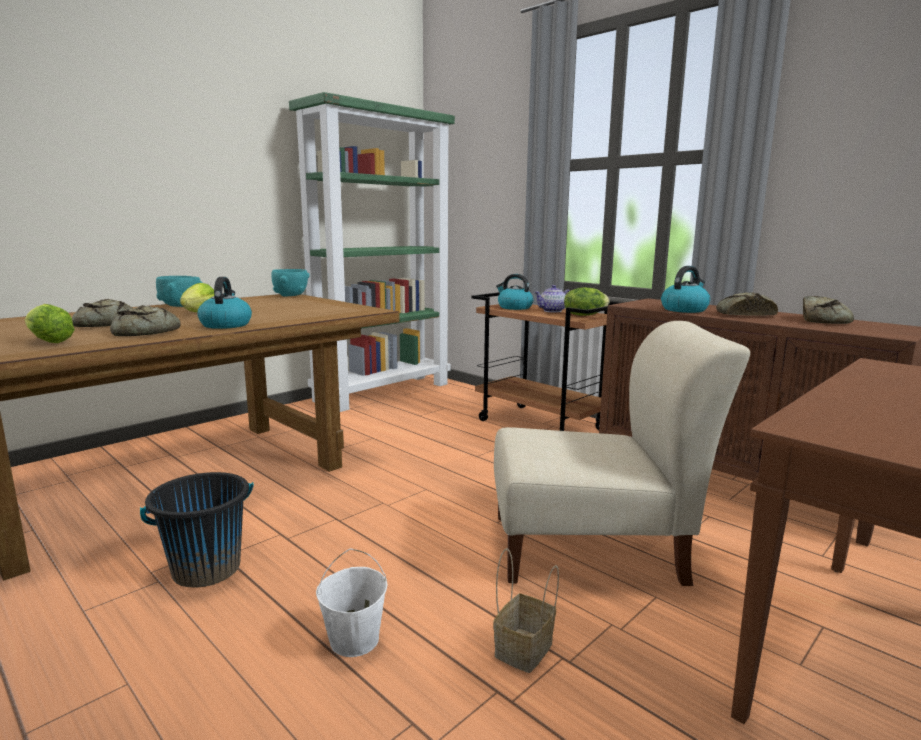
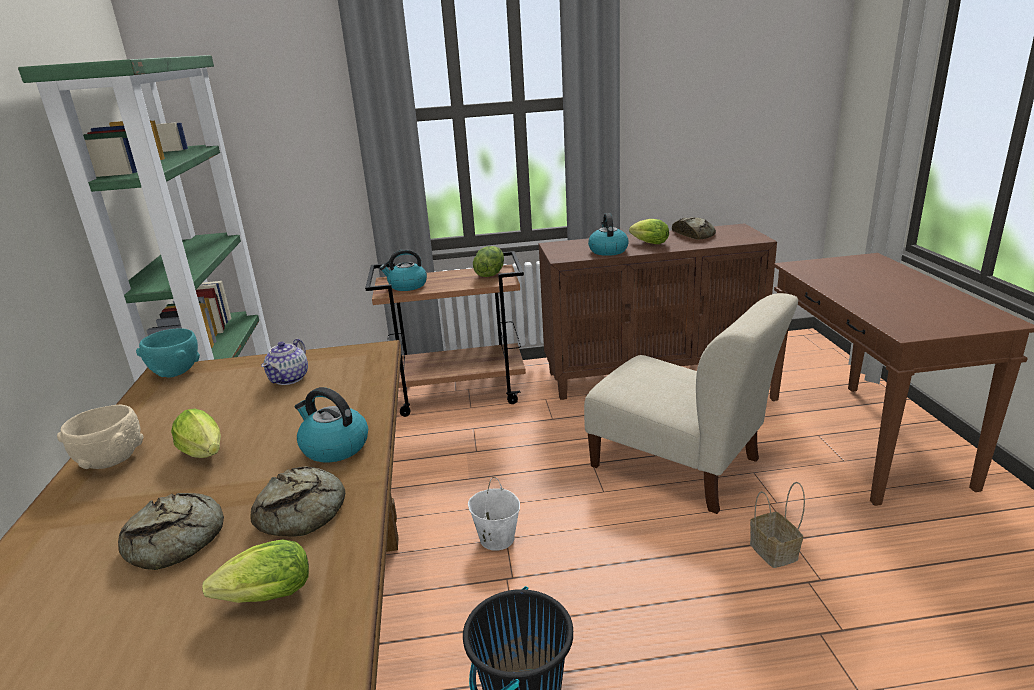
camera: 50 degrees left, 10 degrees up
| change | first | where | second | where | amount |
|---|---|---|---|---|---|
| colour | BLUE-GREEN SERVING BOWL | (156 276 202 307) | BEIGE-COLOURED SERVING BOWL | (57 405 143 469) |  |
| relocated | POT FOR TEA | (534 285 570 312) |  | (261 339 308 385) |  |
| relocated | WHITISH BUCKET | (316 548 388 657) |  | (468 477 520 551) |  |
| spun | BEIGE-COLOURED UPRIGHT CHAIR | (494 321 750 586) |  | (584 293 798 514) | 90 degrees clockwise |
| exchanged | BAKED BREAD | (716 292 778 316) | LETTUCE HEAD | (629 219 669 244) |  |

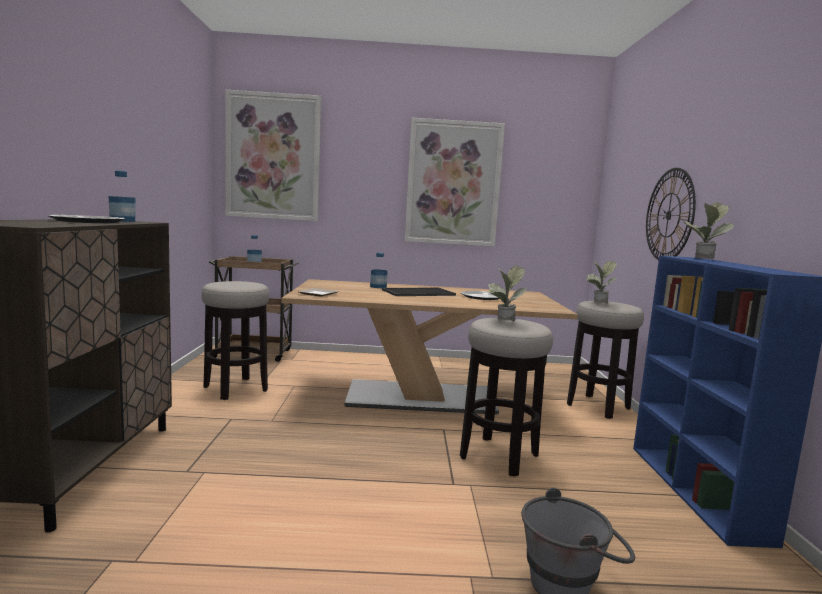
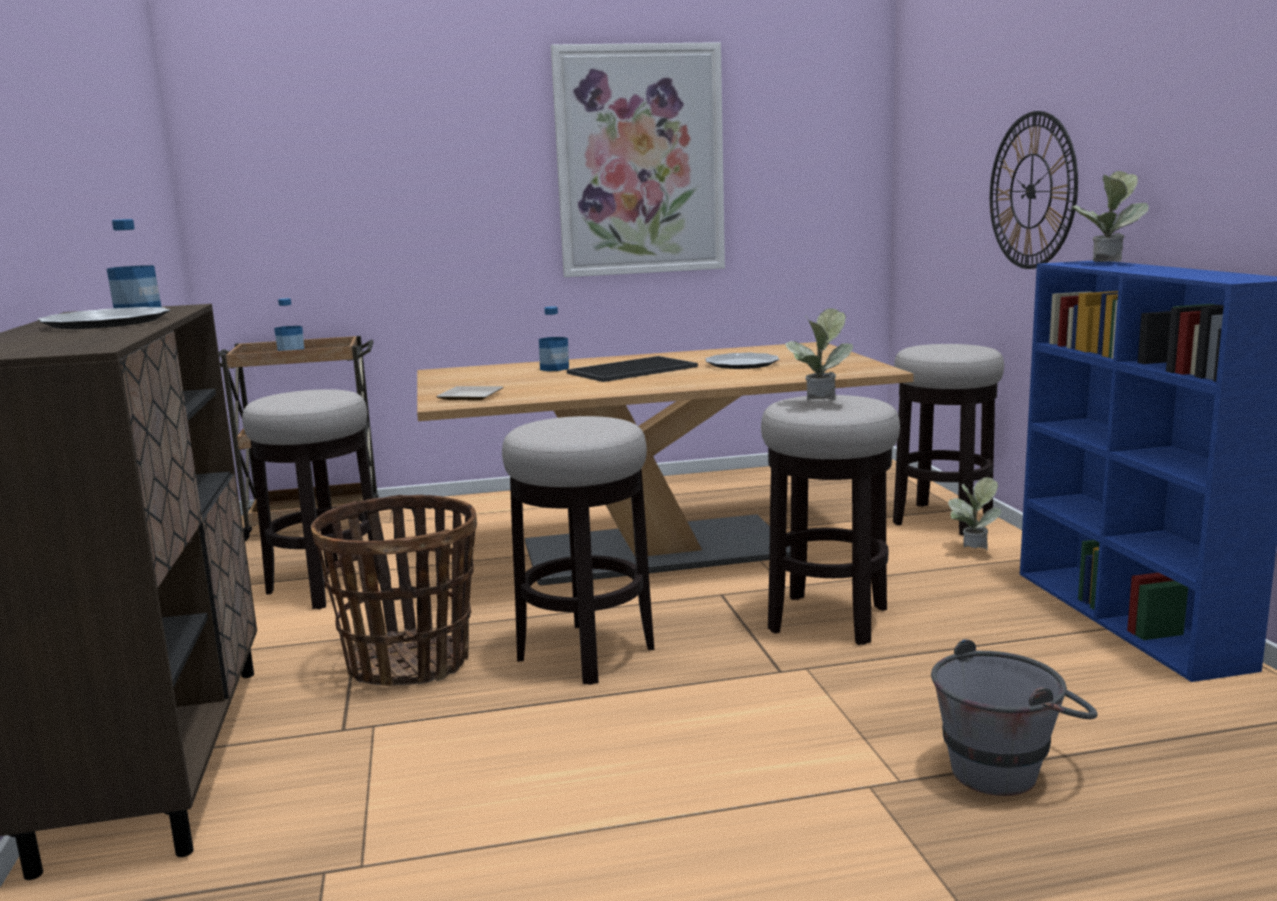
camera: 10 degrees left, 5 degrees up
| change | first | where | second | where | amount |
|---|---|---|---|---|---|
| appeared |  |  | BASKET | (311 495 477 686) |  |
| appeared |  |  | STOOL SEAT | (502 416 654 685) |  |
| relocated | POTTED PLANT | (587 261 617 304) |  | (948 477 1001 550) |  |
| missing | WALL PICTURE | (225 90 321 221) |  |  |  |

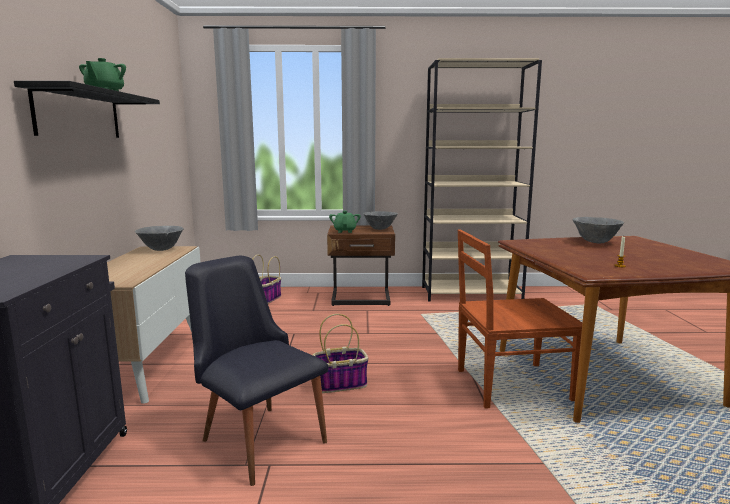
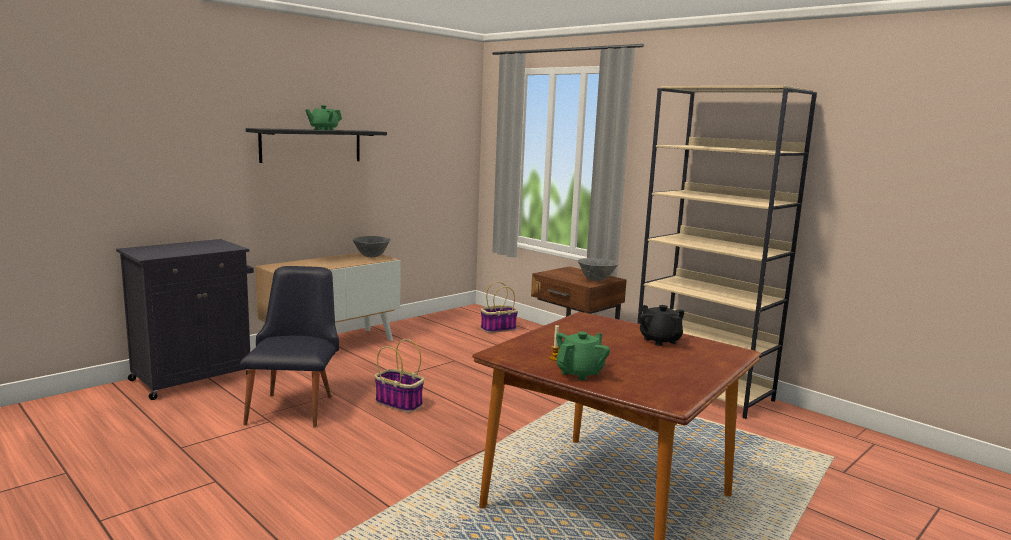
camera: 45 degrees right, 0 degrees up
| change | first | where | second | where | amount |
|---|---|---|---|---|---|
| relocated | GREEN-COLOURED POT FOR TEA | (329 211 361 233) |  | (556 331 610 380) |  |
| exchanged | GREY SERVING BOWL | (572 217 624 244) | BLACK POT FOR TEA | (640 305 684 346) |  |
| missing | BROWN-COLOURED UPRIGHT CHAIR | (458 229 582 409) |  |  |  |

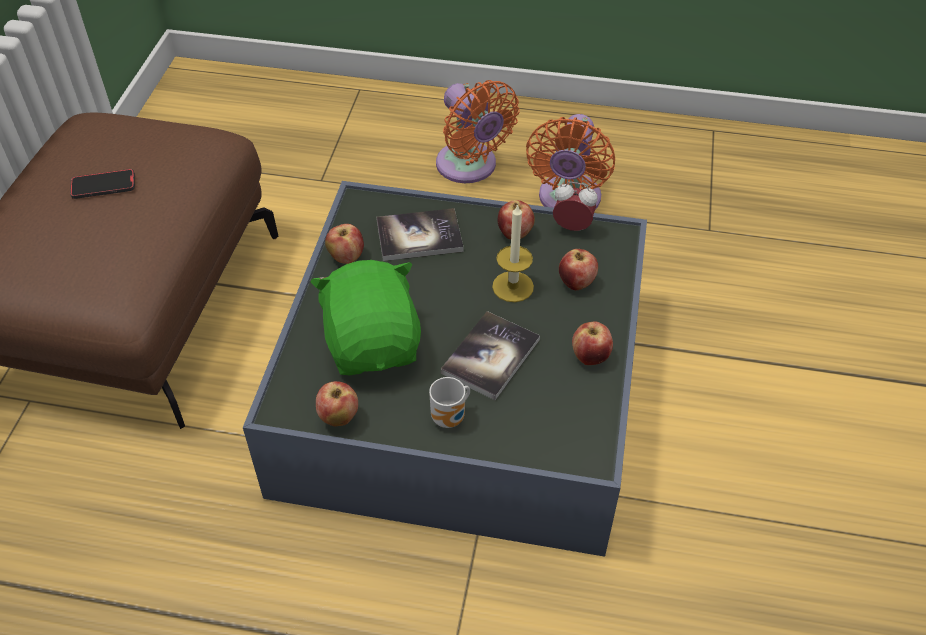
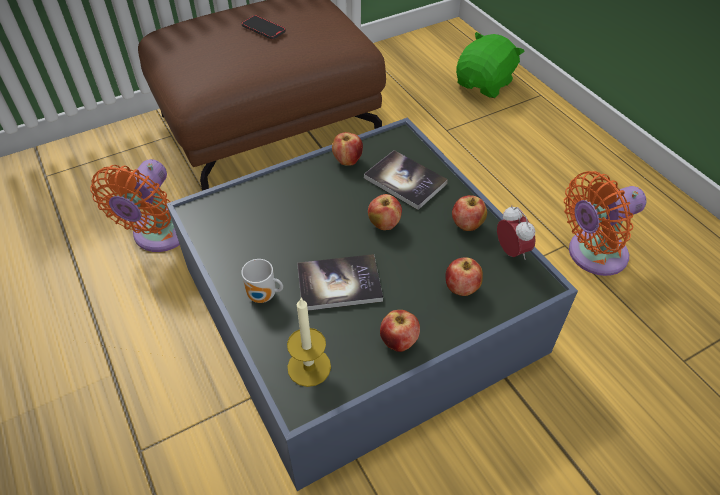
camera: 50 degrees right, 0 degrees up
| change | first | where | second | where | amount |
|---|---|---|---|---|---|
| relocated | ORANGE-COLOURED FAN | (436 80 520 183) |  | (90 159 180 252) |  |
| relocated | CANDLE | (492 204 534 302) |  | (287 298 331 387) |  |
| relocated | WHOLE APPLE | (316 381 358 426) |  | (368 194 402 230) |  |
| relocated | GREEN-COLOURED PLUSH TOY | (310 260 421 375) |  | (456 32 525 98) |  |

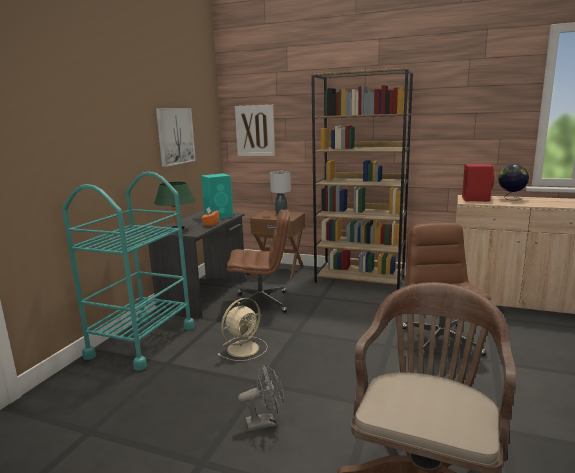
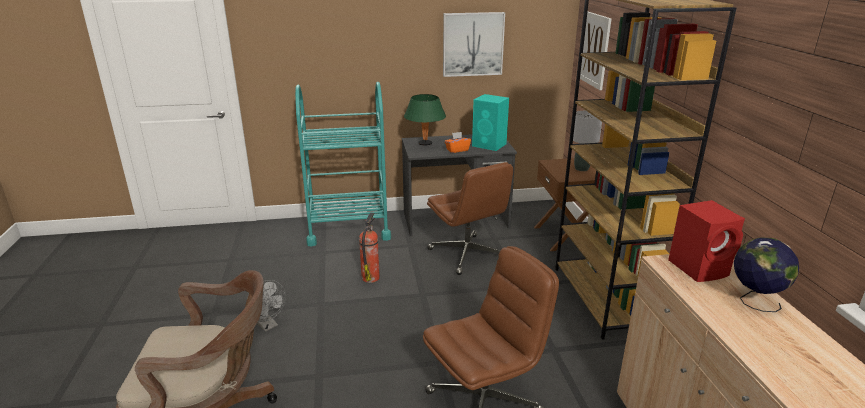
camera: 60 degrees right, 10 degrees up
| change | first | where | second | where | amount |
|---|---|---|---|---|---|
| exchanged | BEIGE-COLOURED FAN | (218 298 268 361) | EXTINGUISHER | (359 213 380 283) |  |

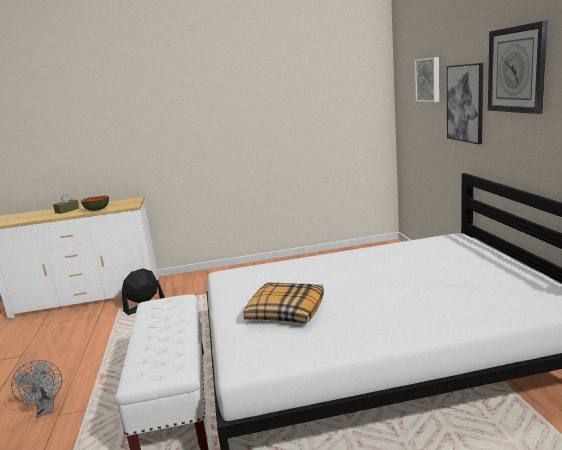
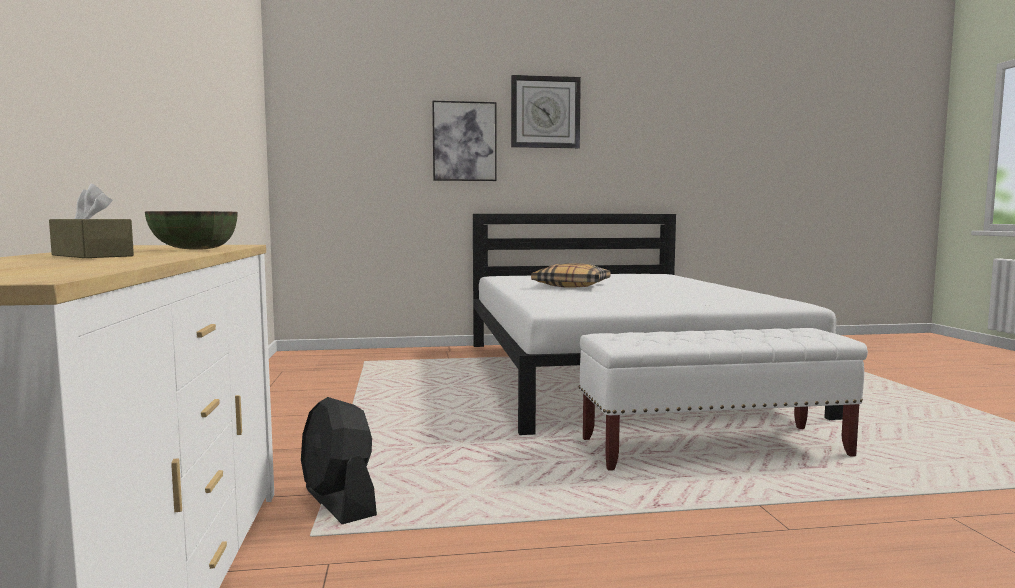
camera: 90 degrees left, 10 degrees down
| change | first | where | second | where | amount |
|---|---|---|---|---|---|
| relocated | THROW PILLOW | (243 282 324 324) |  | (531 263 610 288) |  |
| missing | GREY FAN | (11 360 62 417) |  |  |  |
| missing | WALL PICTURE | (415 57 439 103) |  |  |  |

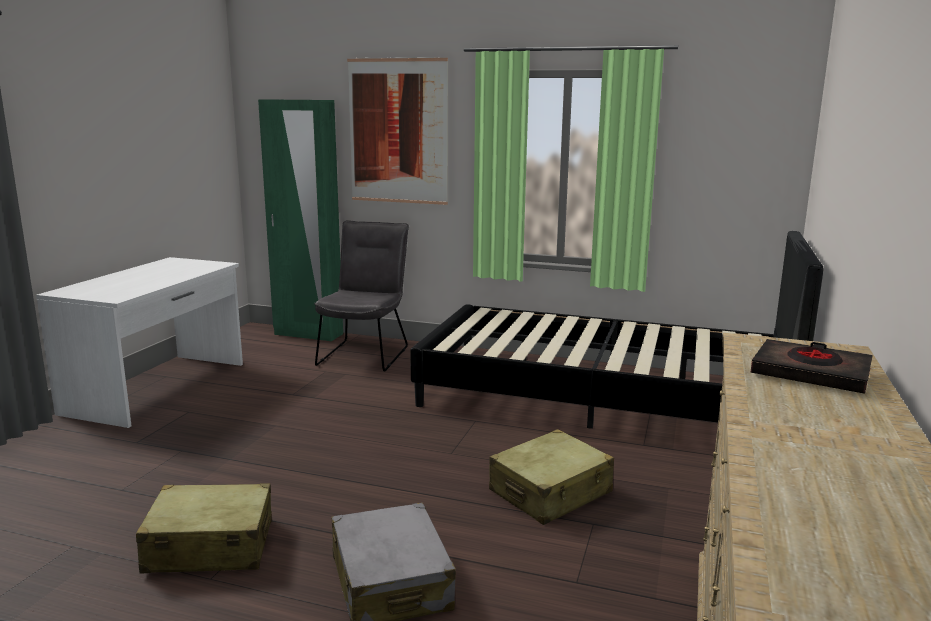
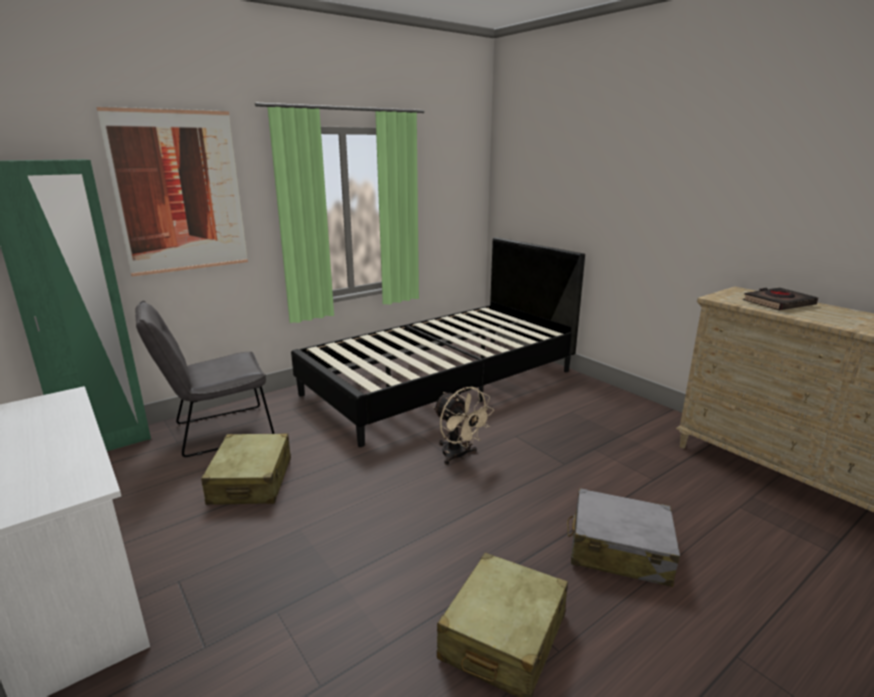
camera: 55 degrees left, 5 degrees up
| change | first | where | second | where | amount |
|---|---|---|---|---|---|
| spun | GREY UPRIGHT CHAIR | (314 220 409 372) |  | (135 301 274 457) | 75 degrees counterclockwise |
| relocated | BEIGE-COLOURED PIECE OF LUGGAGE | (489 429 614 525) |  | (201 433 291 505) |  |
| appeared |  |  | BEIGE-COLOURED FAN | (433 387 494 465) |  |

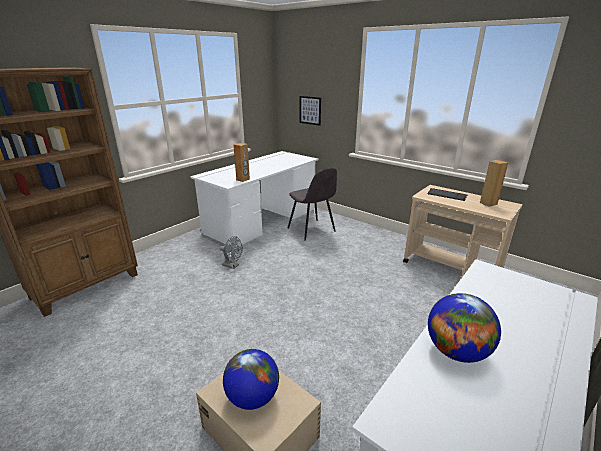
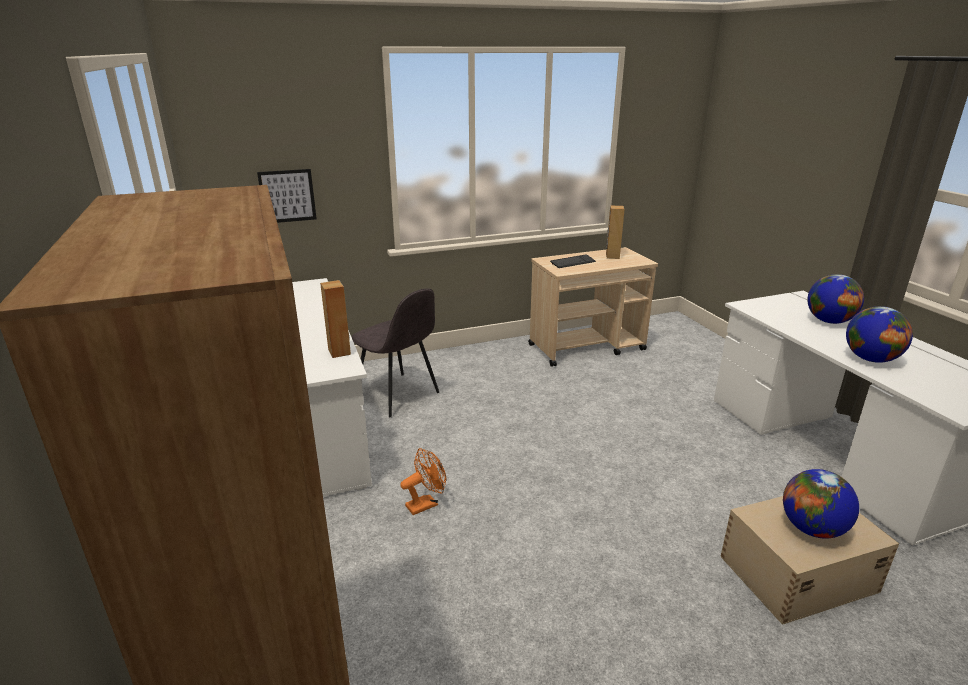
camera: 60 degrees left, 0 degrees up
| change | first | where | second | where | amount |
|---|---|---|---|---|---|
| spun | GREY UPRIGHT CHAIR | (288 168 337 241) |  | (352 288 439 417) | 45 degrees clockwise |
| colour | GREY FAN | (219 236 243 269) | ORANGE-COLOURED FAN | (400 448 447 515) |  |
| appeared |  |  | WORLD GLOBE | (807 274 864 324) |  |

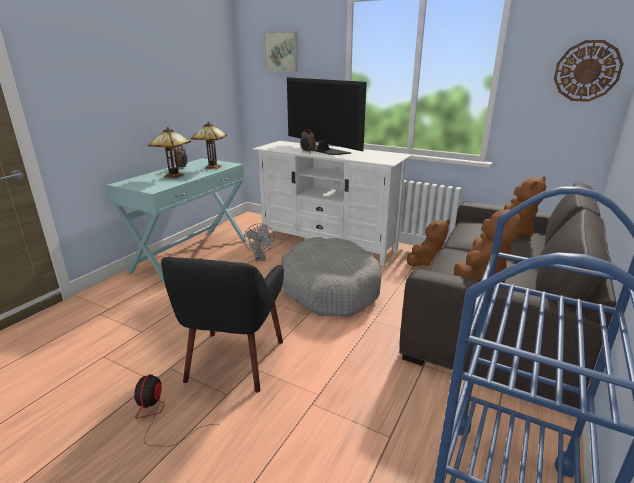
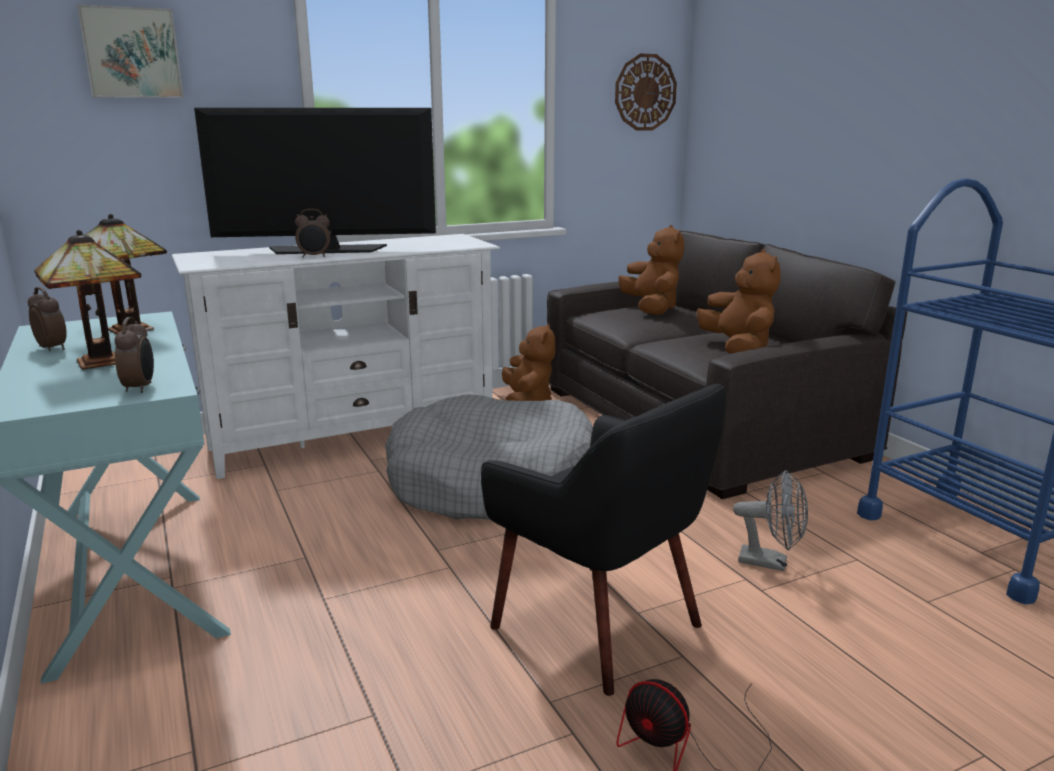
camera: 55 degrees left, 5 degrees down
| change | first | where | second | where | amount |
|---|---|---|---|---|---|
| appeared |  |  | TABLE CLOCK | (115 317 154 393) |  |
| relocated | GREY FAN | (244 224 275 261) |  | (733 470 808 571) |  |

